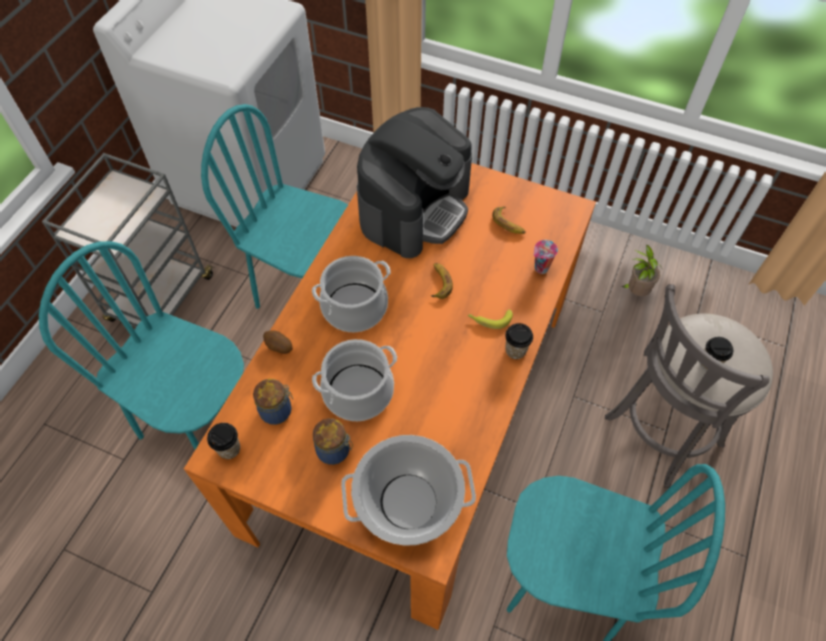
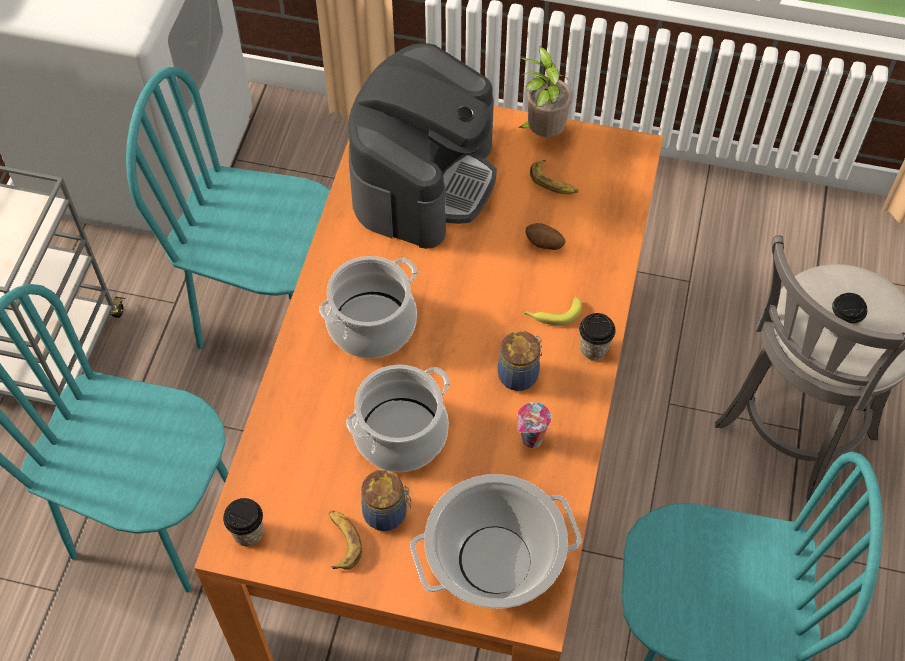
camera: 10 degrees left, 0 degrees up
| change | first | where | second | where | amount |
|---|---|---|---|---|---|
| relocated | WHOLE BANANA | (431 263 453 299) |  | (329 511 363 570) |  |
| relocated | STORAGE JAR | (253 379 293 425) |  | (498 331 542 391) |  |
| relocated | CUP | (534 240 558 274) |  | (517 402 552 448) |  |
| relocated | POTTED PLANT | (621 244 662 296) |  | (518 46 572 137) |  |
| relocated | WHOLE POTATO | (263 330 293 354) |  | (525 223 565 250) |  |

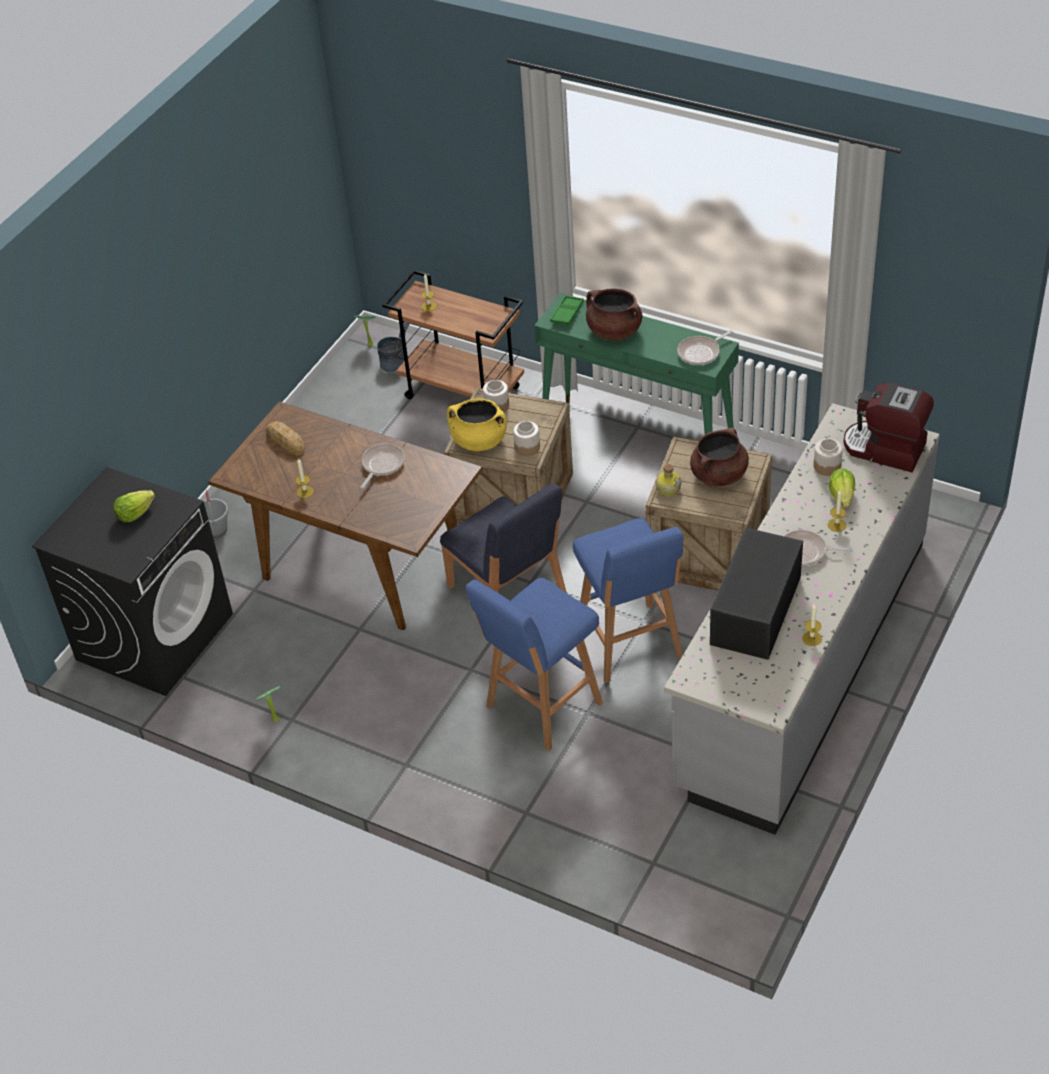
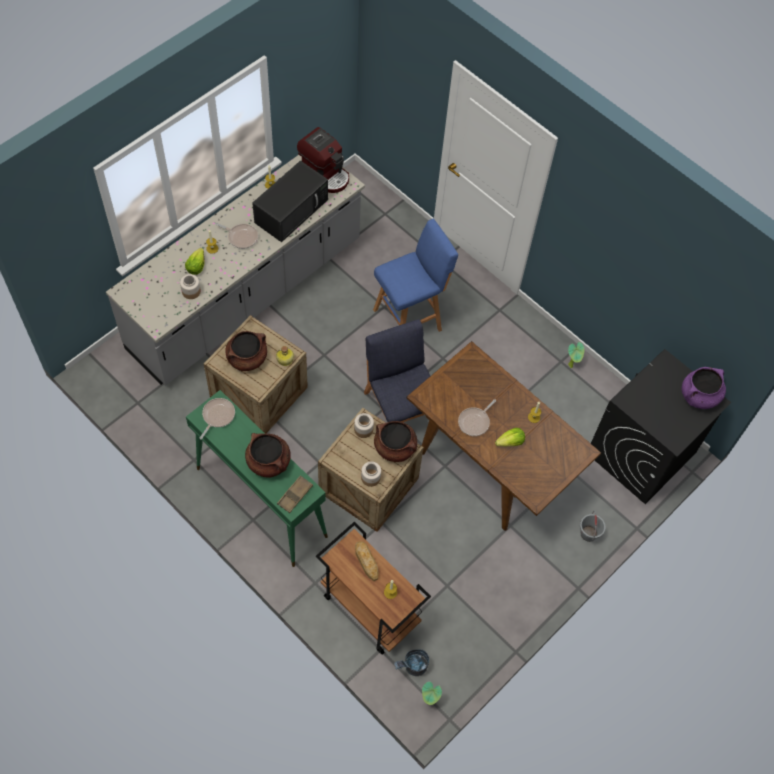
camera: 170 degrees left, 15 degrees up
| change | first | where | second | where | amount |
|---|---|---|---|---|---|
| spun | SKILLET | (677 330 733 365) |  | (200 398 235 439) | 45 degrees counterclockwise |
| colour | GREEN-COLOURED SERVING TRAY | (550 295 584 325) | BROWN-COLOURED SERVING TRAY | (277 475 313 513) |  |
| relocated | COFFEE MAKER | (844 383 934 472) |  | (297 127 349 193) |  |
| relocated | BAKED BREAD | (266 421 305 455) |  | (355 541 378 581) |  |
| colour | YELLOWISH SAUCEPOT | (447 398 507 451) | BROWN-COLOURED SAUCEPOT | (374 421 417 462) |  |
| relocated | LETTUCE HEAD | (113 491 155 522) |  | (495 428 525 447) |  |
| appeared |  |  | PURPLE-COLOURED SAUCEPOT | (682 367 726 409) |  |
| missing | BLUE STOOL SEAT | (573 518 683 683) |  |  |  |

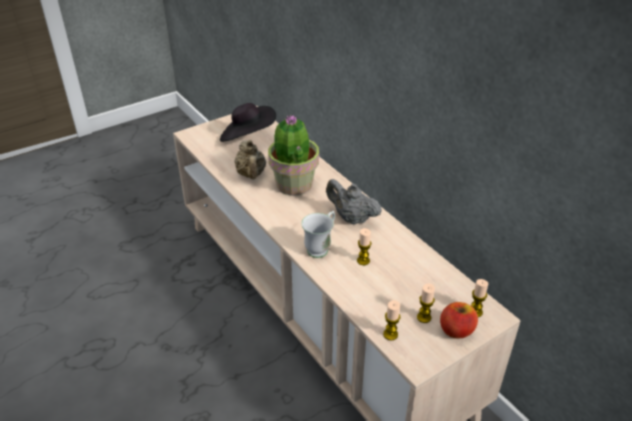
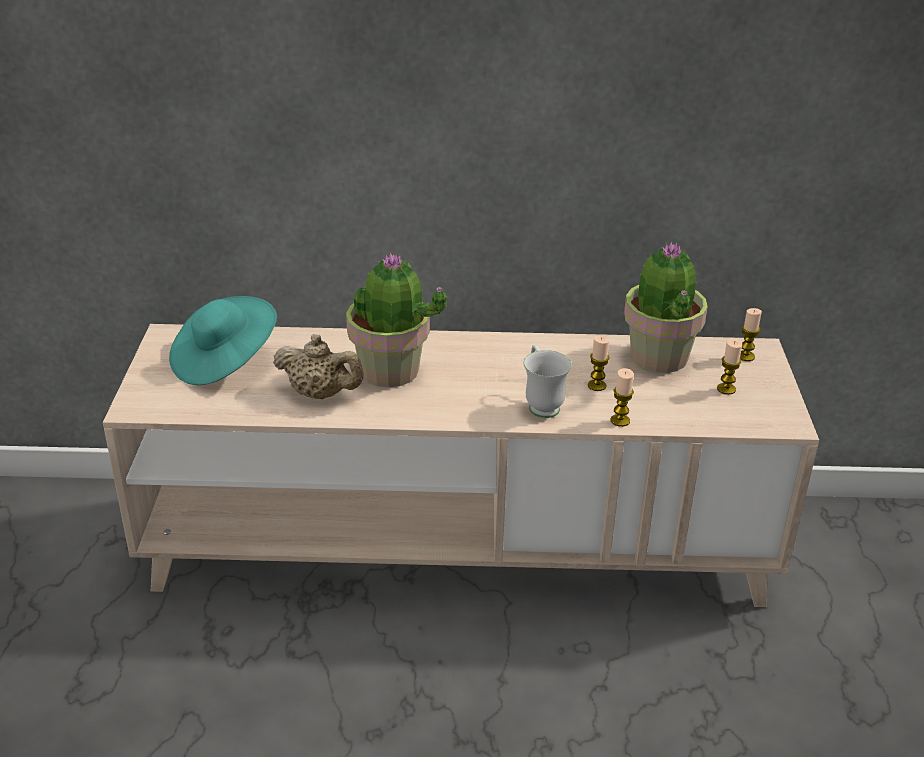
camera: 55 degrees left, 5 degrees down
| change | first | where | second | where | amount |
|---|---|---|---|---|---|
| colour | BLACK HAT | (220 103 276 142) | BLUE-GREEN HAT | (169 296 277 385) |  |
| relocated | CANDLE | (383 300 400 340) |  | (611 368 634 427) |  |
| appeared |  |  | POTTED PLANT | (624 242 708 373) |  |
| missing | GREY POT FOR TEA | (326 179 382 225) |  |  |  |
| missing | WHOLE APPLE | (440 302 478 338) |  |  |  |

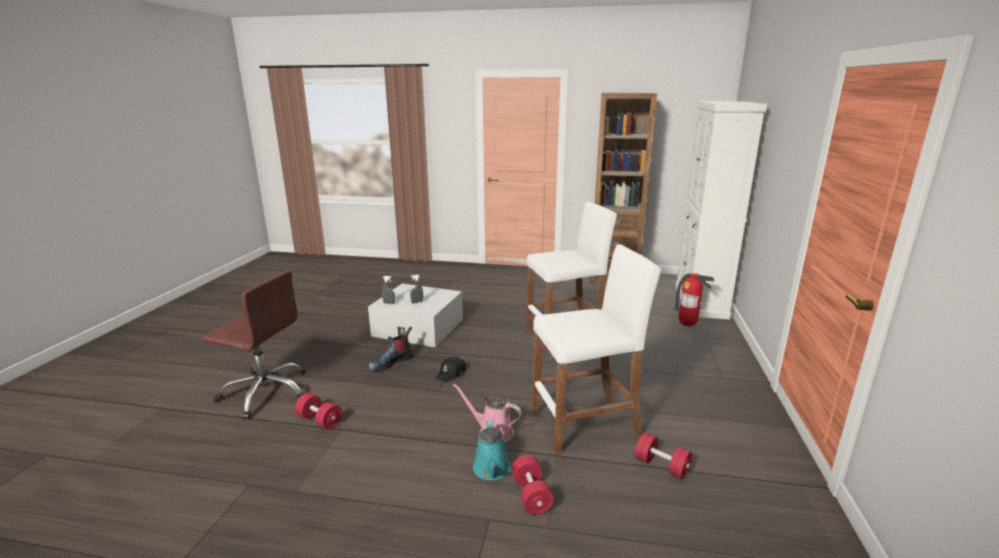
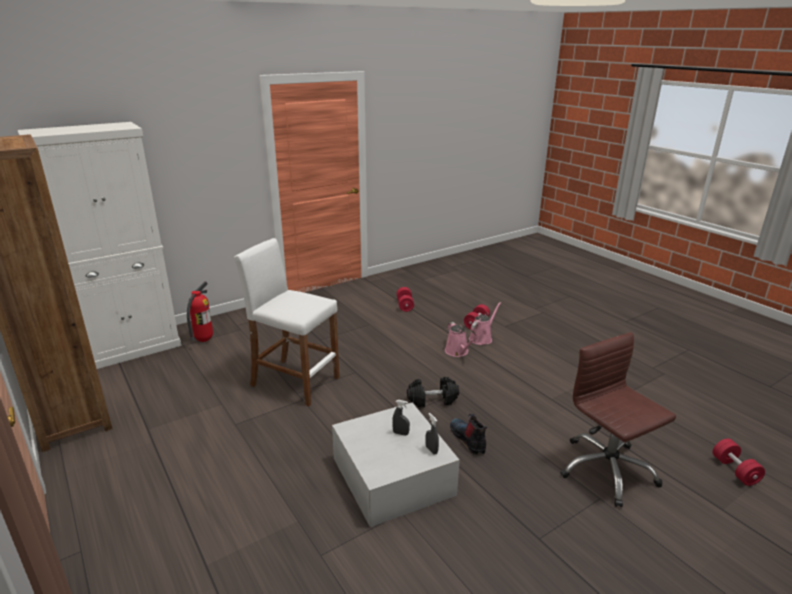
camera: 135 degrees left, 5 degrees up
| change | first | where | second | where | amount |
|---|---|---|---|---|---|
| exchanged | BLACK CAP | (436 357 466 382) | BLACK DUMBBELL | (407 377 459 407) |  |
| spun | HIGH-TOP BOOT | (368 327 413 371) |  | (450 414 487 455) | 120 degrees counterclockwise |
| colour | BLUE-GREEN SPRINKLING CAN | (473 421 510 480) | PINK-COLOURED SPRINKLING CAN | (469 302 501 345) |  |
| relocated | REDDISH DUMBBELL | (295 393 342 429) |  | (713 439 765 486) |  |
| missing | WHITISH STOOL SEAT | (532 244 661 455) |  |  |  |

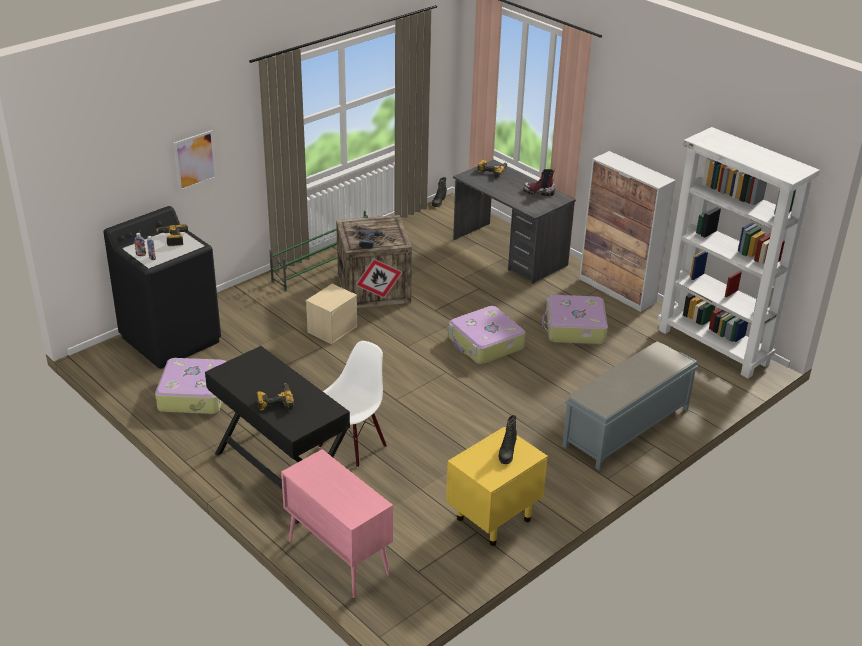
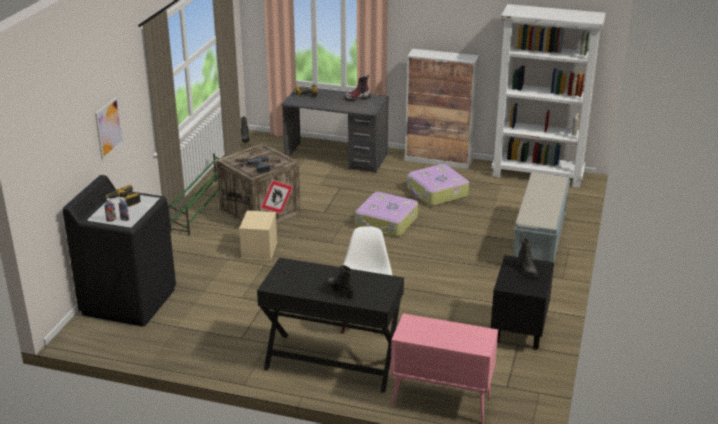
camera: 30 degrees left, 5 degrees down
| change | first | where | second | where | amount |
|---|---|---|---|---|---|
| exchanged | DRILL | (257 383 294 411) | BLACK HIGH-TOP BOOT | (326 265 354 299) |  |
| colour | YELLOWISH NIGHTSTAND | (446 427 548 546) | BLACK NIGHTSTAND | (491 255 554 350) |  |
| missing | PIECE OF LUGGAGE | (155 358 227 414) |  |  |  |

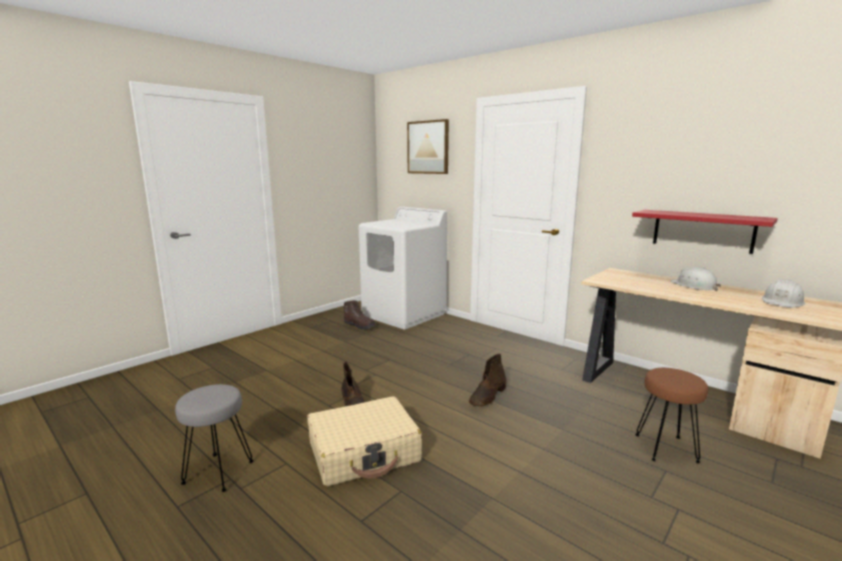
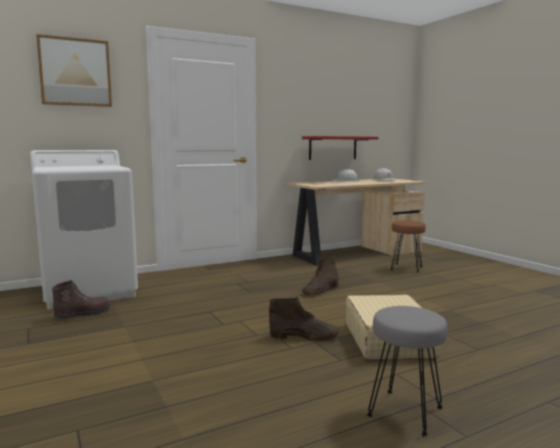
camera: 70 degrees left, 5 degrees down
| change | first | where | second | where | amount |
|---|---|---|---|---|---|
| spun | BROWN-COLOURED HIGH-TOP BOOT | (469 353 507 407) |  | (302 256 339 295) | 75 degrees clockwise |

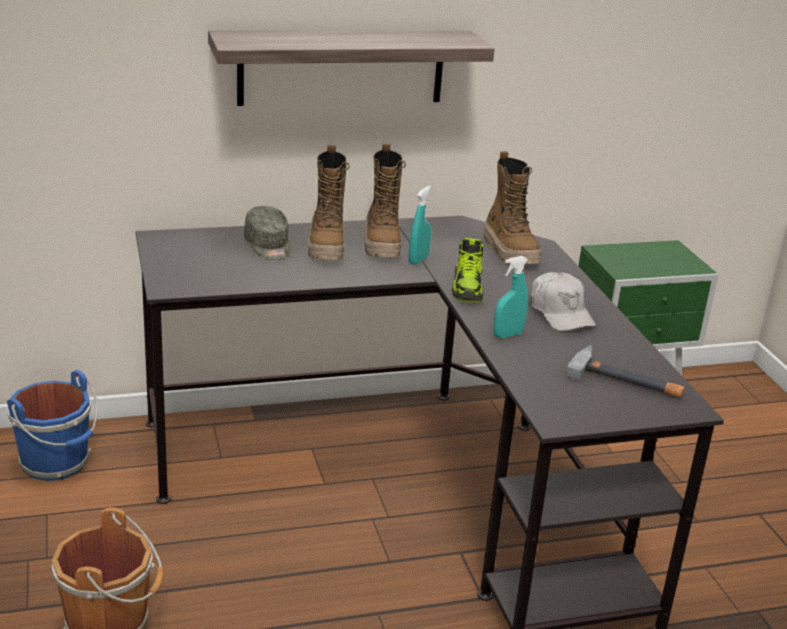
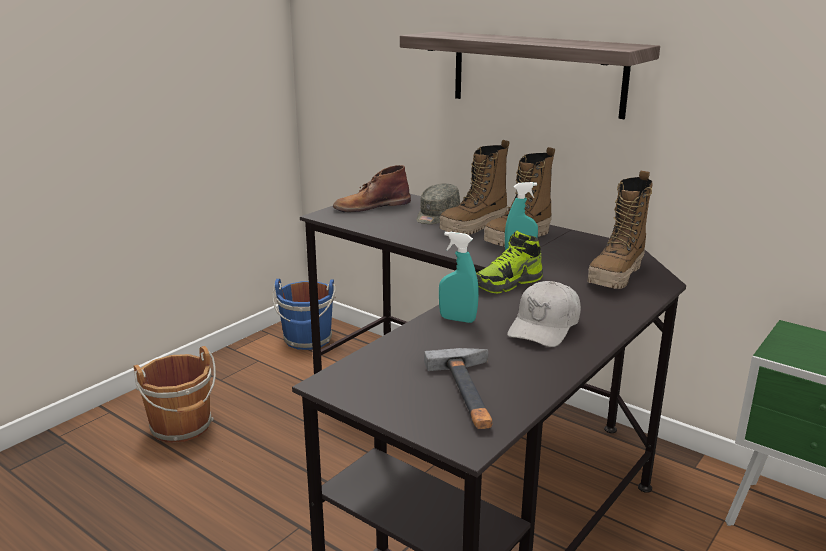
camera: 55 degrees right, 5 degrees down
| change | first | where | second | where | amount |
|---|---|---|---|---|---|
| appeared |  |  | BROWN-COLOURED HIGH-TOP BOOT | (333 165 411 212) |  |

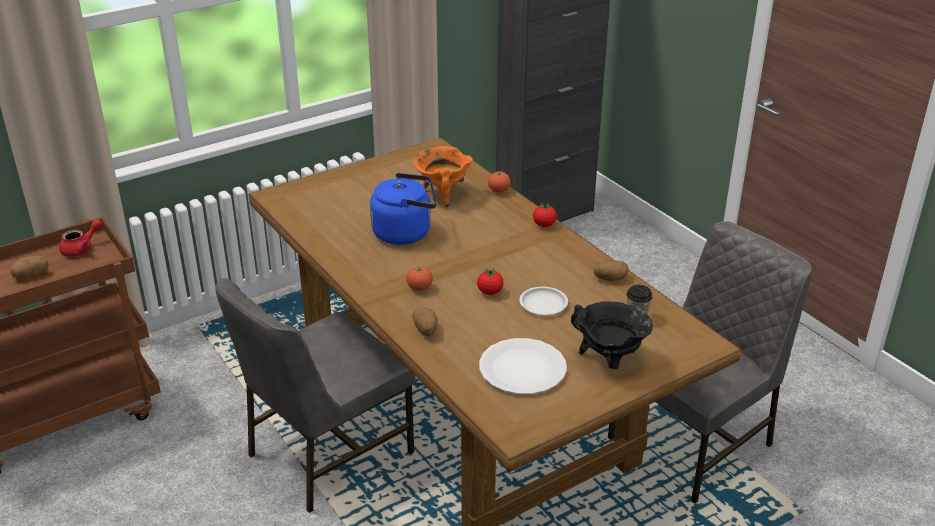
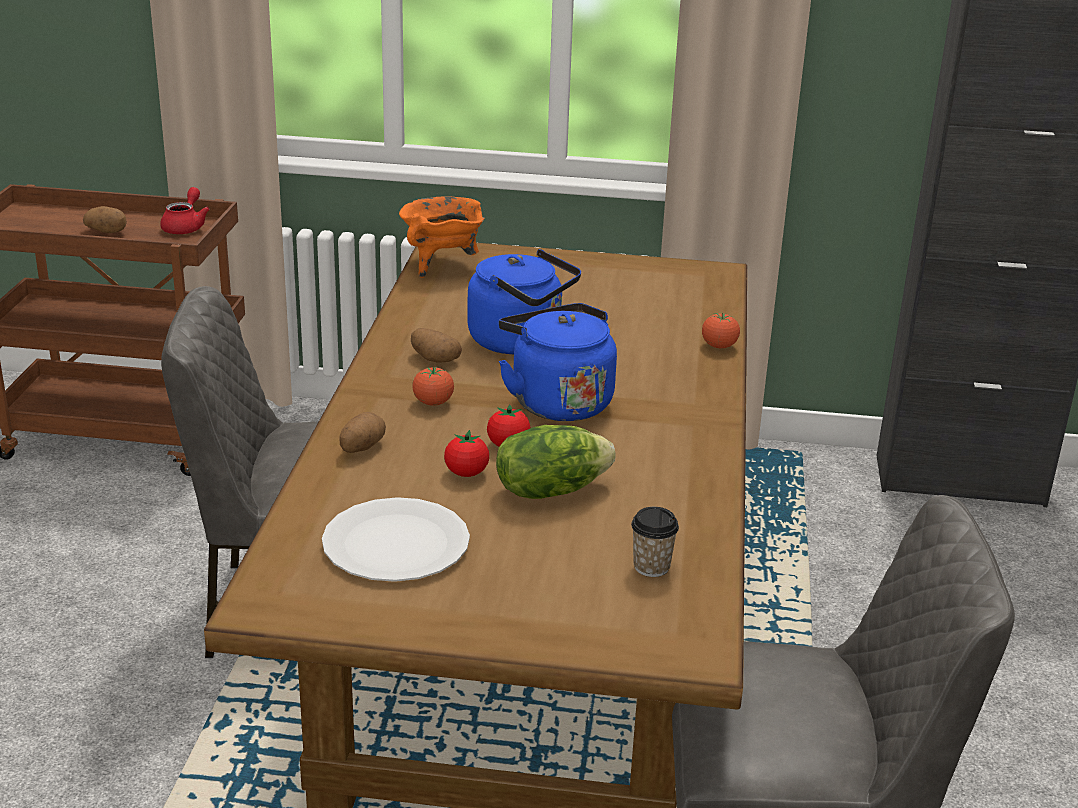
camera: 40 degrees right, 5 degrees down
| change | first | where | second | where | amount |
|---|---|---|---|---|---|
| spun | REDDISH POT FOR TEA | (59 219 102 257) |  | (160 187 210 234) | 75 degrees counterclockwise |
| relocated | ORANGE-COLOURED SAUCEPOT | (414 146 473 208) |  | (399 196 485 278) |  |
| relocated | WHOLE POTATO | (593 261 629 281) |  | (411 328 462 363) |  |
| relocated | FRESH TOMATO | (533 203 557 227) |  | (444 430 489 477) |  |
| exchanged | WHITISH DINNER PLATE | (520 287 568 315) | LETTUCE HEAD | (496 425 615 499) |  |
| appeared |  |  | BLUE KETTLE | (499 303 617 421) |  |
| missing | BLACK SAUCEPOT | (571 301 653 369) |  |  |  |

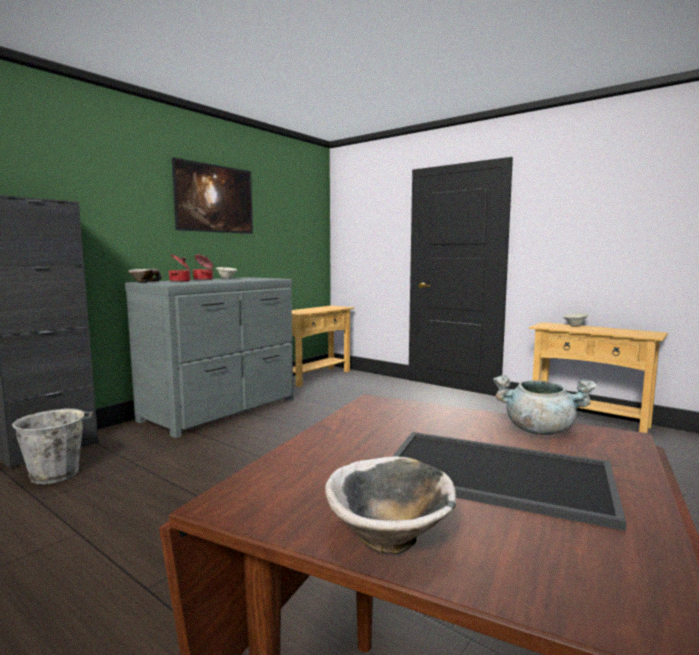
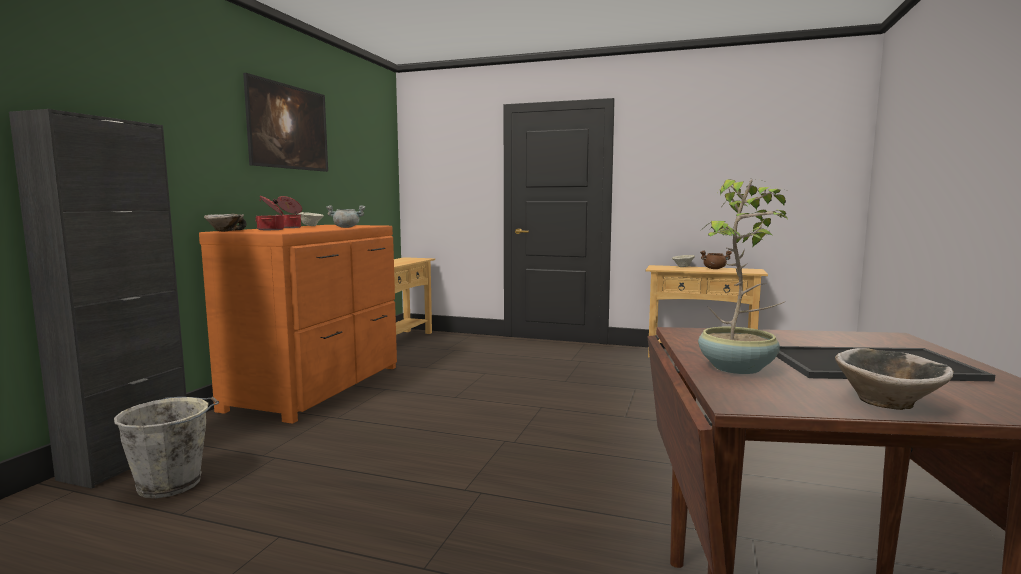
camera: 20 degrees left, 0 degrees up
| change | first | where | second | where | amount |
|---|---|---|---|---|---|
| colour | GREY DRESSER | (125 277 293 438) | ORANGE-COLOURED DRESSER | (199 225 397 423) |  |
| relocated | GREY SAUCEPOT | (493 375 597 435) |  | (326 205 366 228) |  |
| appeared |  |  | POTTED PLANT | (698 179 788 374) |  |
| appeared |  |  | BROWN-COLOURED SAUCEPOT | (700 251 732 269) |  |

